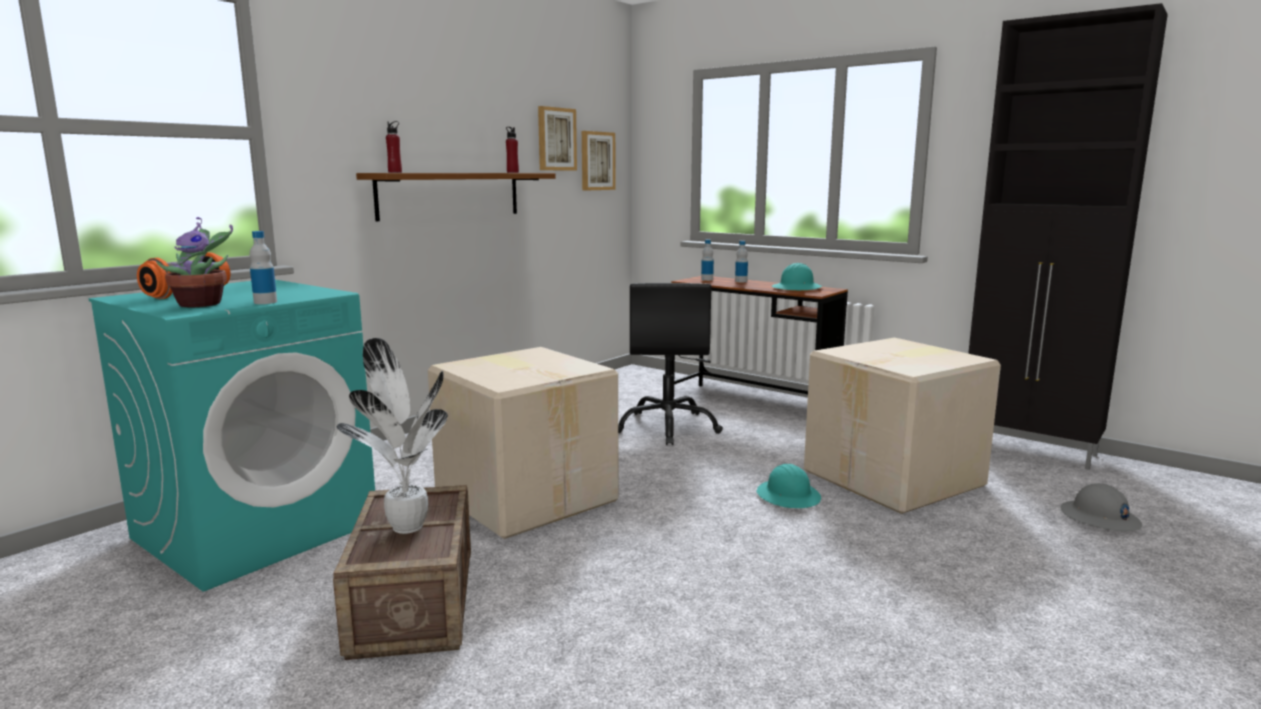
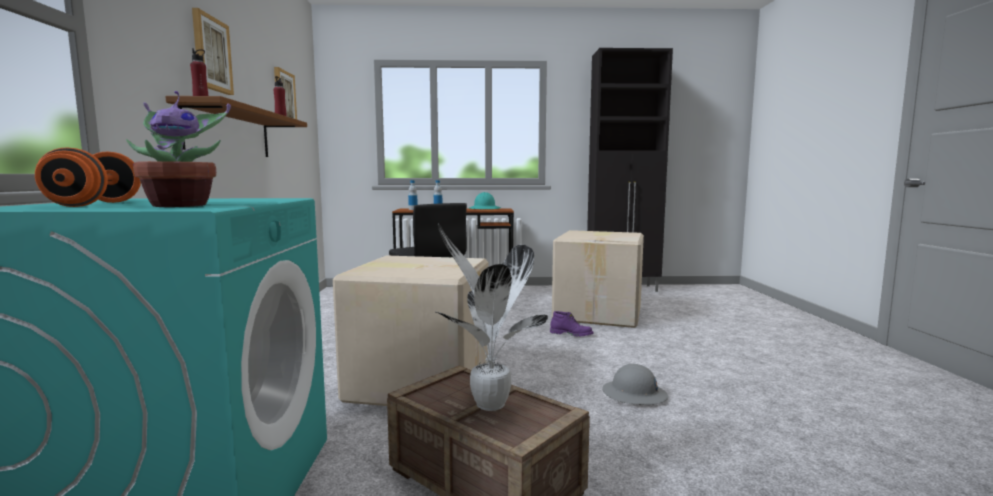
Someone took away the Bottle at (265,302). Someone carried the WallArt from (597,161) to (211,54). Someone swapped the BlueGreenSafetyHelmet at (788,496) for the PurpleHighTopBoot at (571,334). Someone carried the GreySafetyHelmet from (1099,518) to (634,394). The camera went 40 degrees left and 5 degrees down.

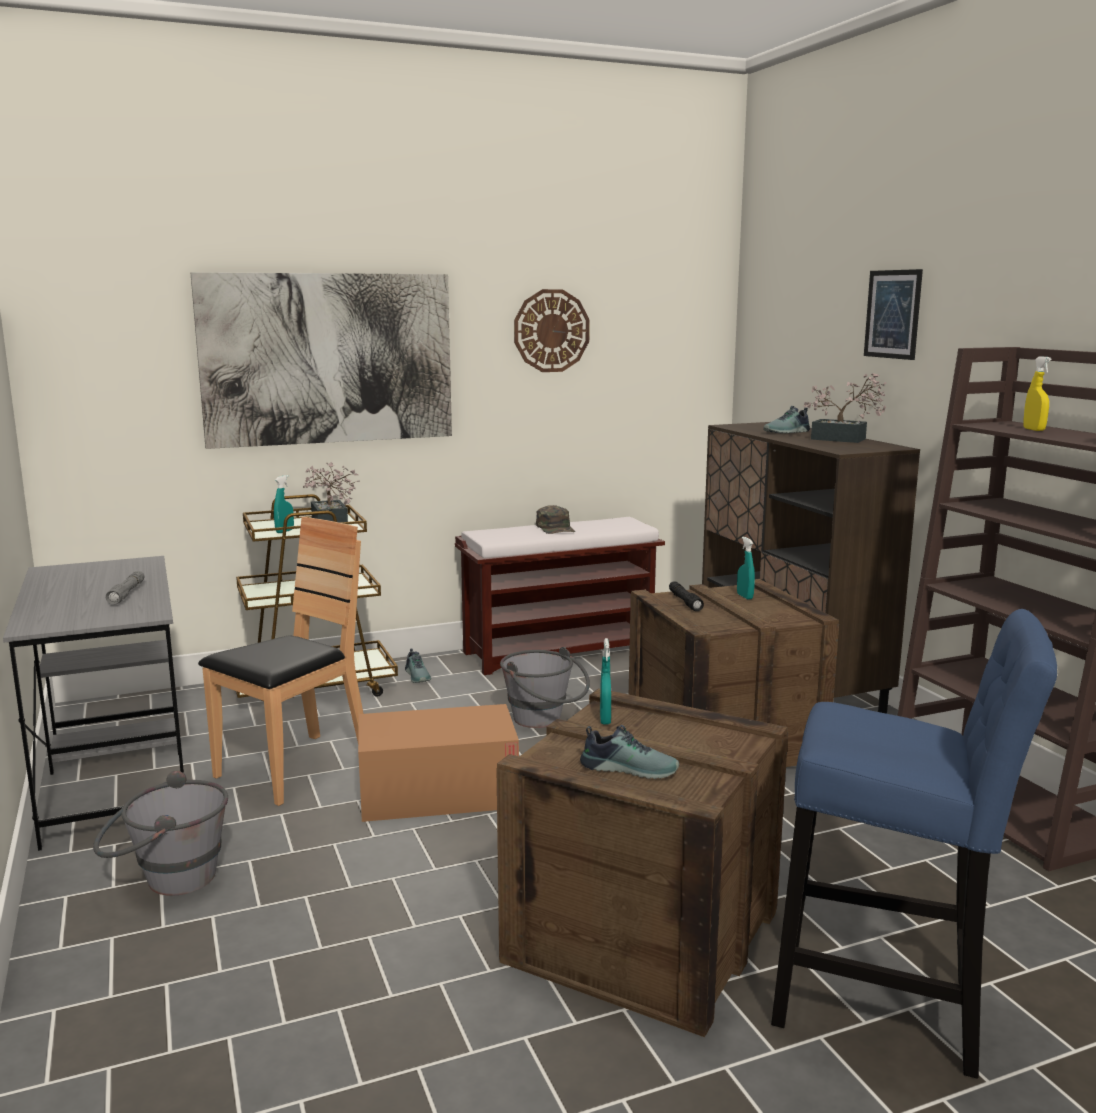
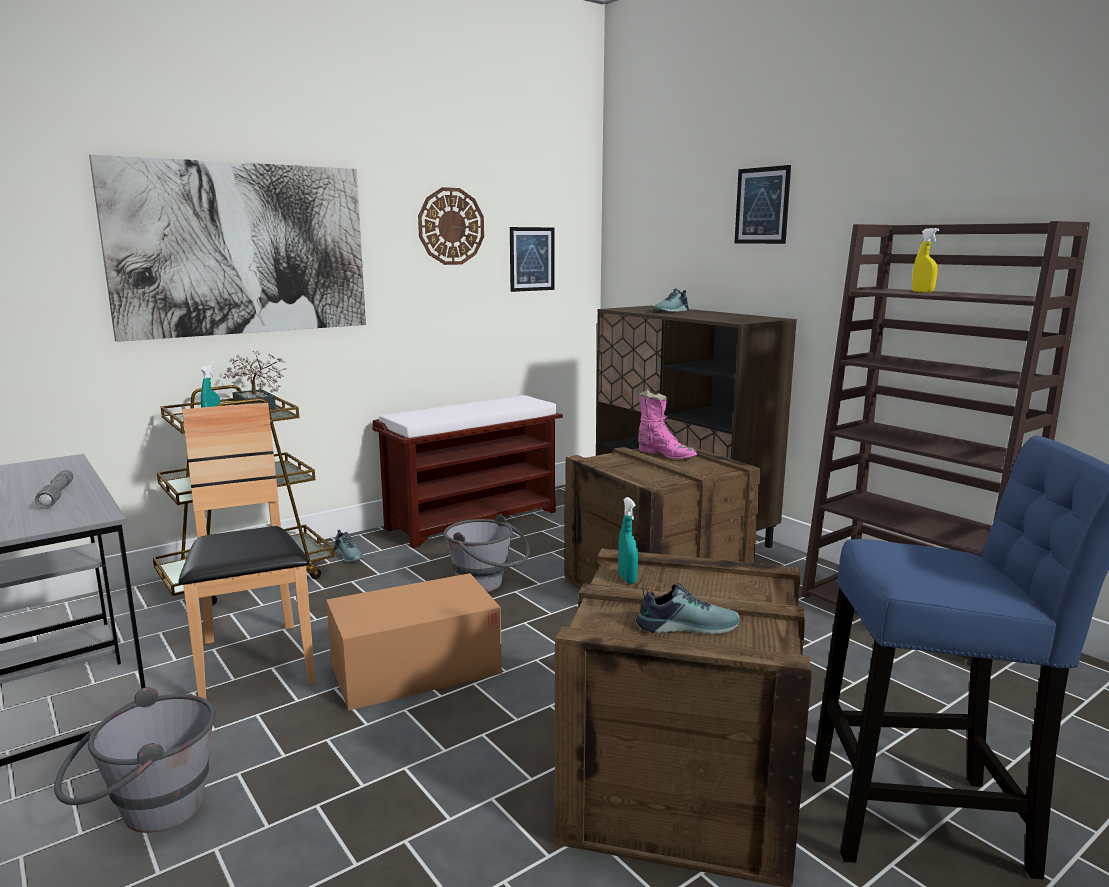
Someone rotated the BrownishUprightChair at (294,768) by 45 degrees counterclockwise. Someone took away the GreenColouredPeakedCap at (556,528). Someone took away the BlackishTorch at (684,601). Someone swapped the BlueGreenSprayer at (744,596) for the PinkHighTopBoot at (665,455). Someone took away the PottedPlant at (844,439). Someone put up the WallArt at (532,259). The camera went 15 degrees left and 0 degrees up.

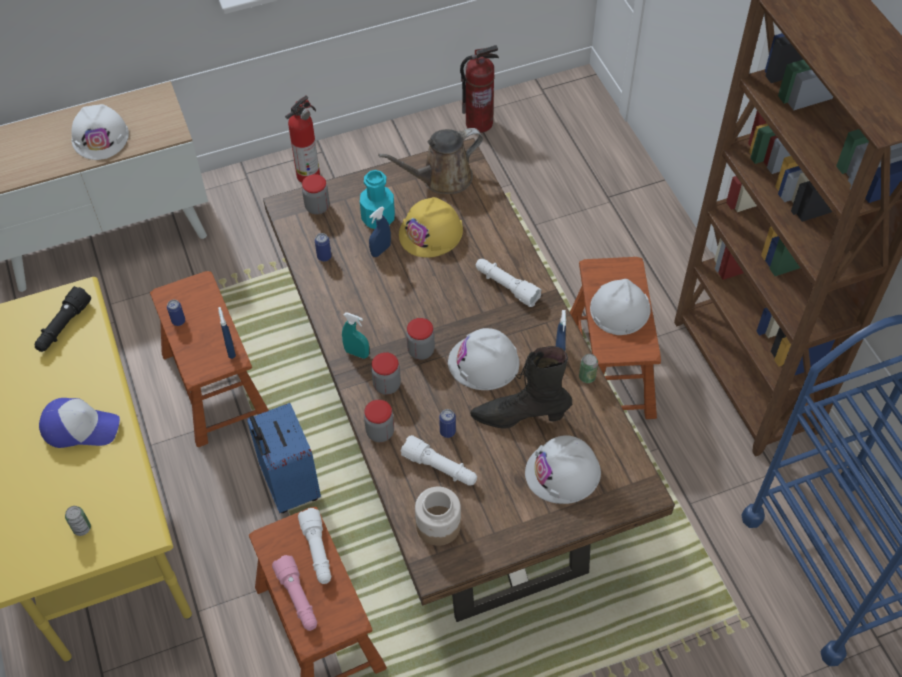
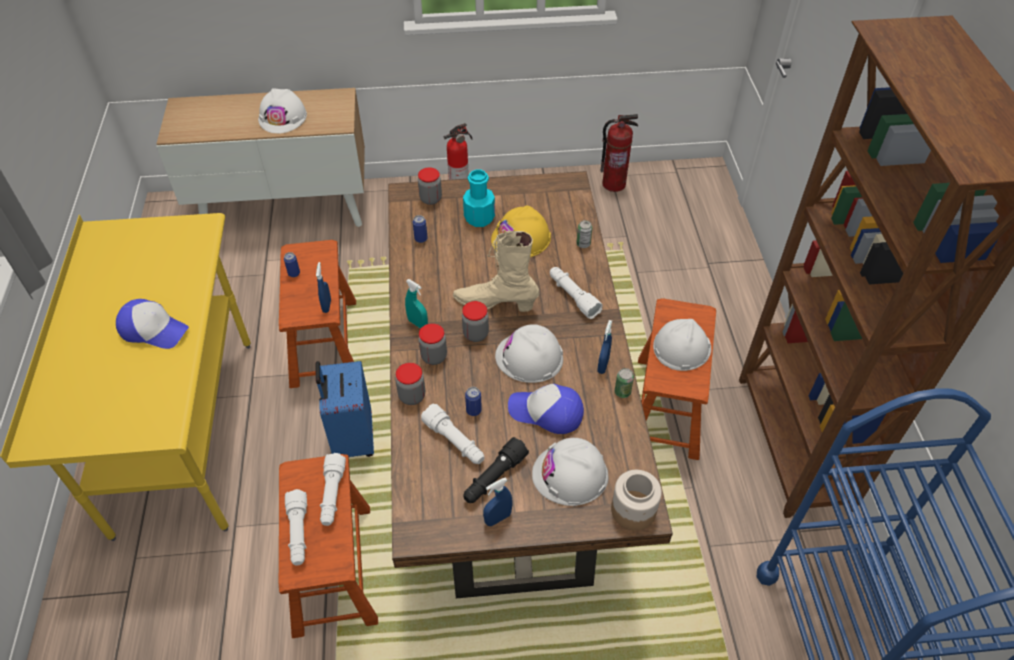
Someone carried the BlackishTorch from (63,326) to (494,478). Someone carried the SealedCan from (82,528) to (583,244). Someone repainted the PinkTorch at (298,598), which became the WhitishTorch at (298,533). Someone carried the BluishSprayer from (380,250) to (498,518). Someone took away the BrownishWateringPot at (442,179). Someone carried the PreserveJar from (438,526) to (632,510). Someone swapped the BlackishHighTopBoot at (520,416) for the PeakedCap at (546,412). Someone put down the SandColouredHighTopBoot at (495,304). The camera went 15 degrees right and 5 degrees down.

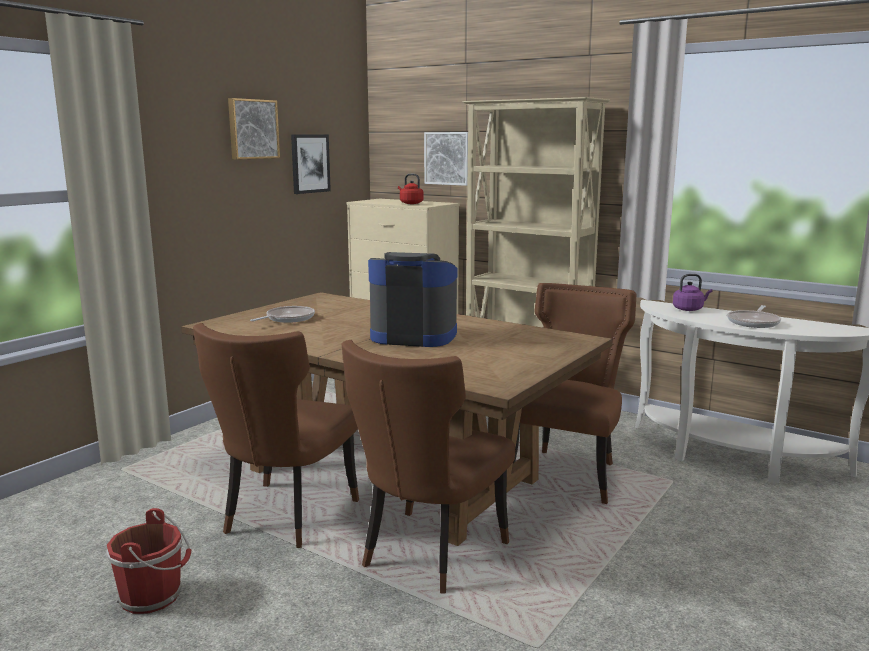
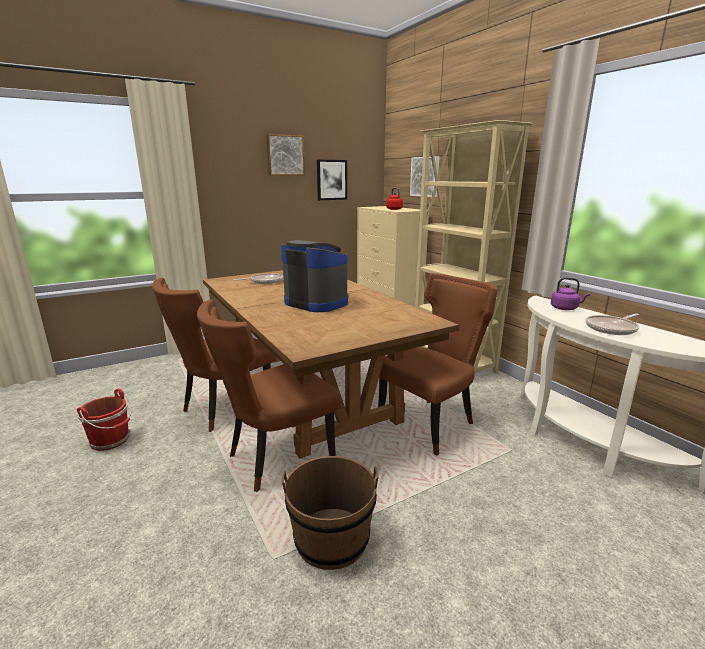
Someone put down the BrownishBucket at (331,539). The camera went 25 degrees right and 5 degrees up.

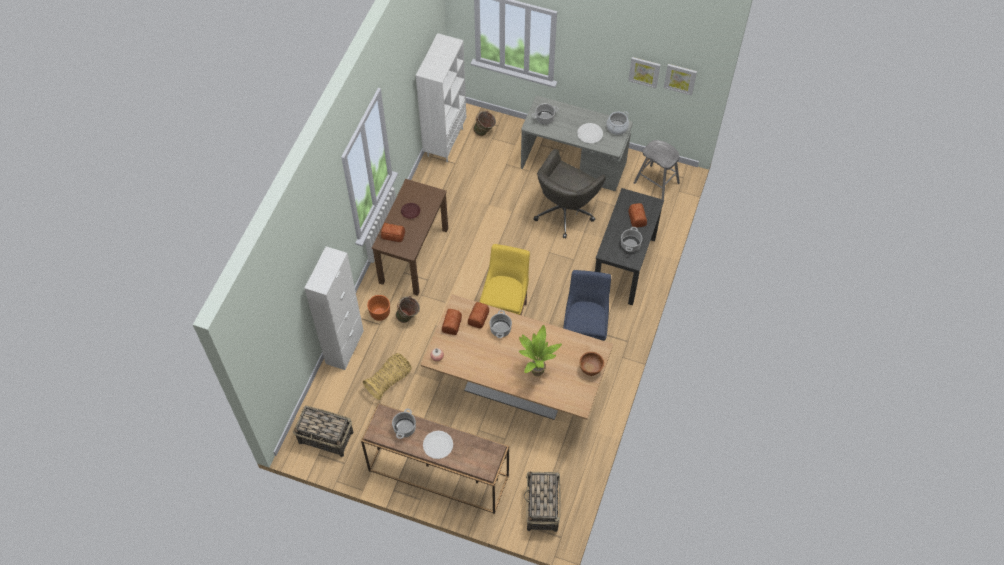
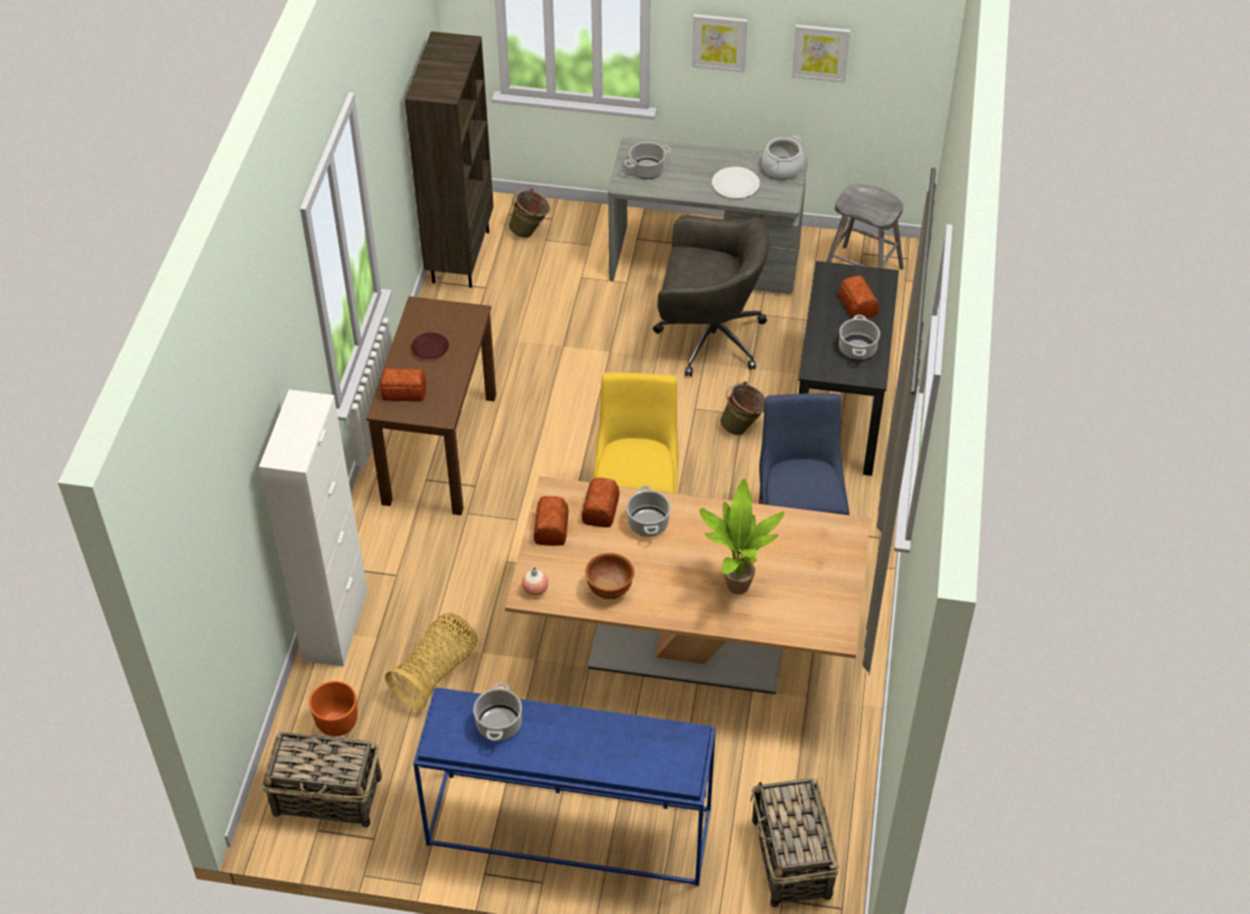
Someone repainted the BrownishNarrowTable at (437,474), which became the BluishNarrowTable at (567,829). Someone carried the OrangePlanter from (380,314) to (338,723). Someone carried the GreenColouredBucket from (408,317) to (743,427). Someone repainted the WhitishBookshelf at (445,142), which became the BrownishBookshelf at (460,256). Someone took away the WhitishFlatDish at (438,445). Someone rotated the GreyDeskChair at (565,211) by 105 degrees counterclockwise. Someone carried the BrownishDeepDish from (591,369) to (610,589). Someone carried the WallArt from (680,78) to (719,42). The camera went 10 degrees left and 10 degrees down.

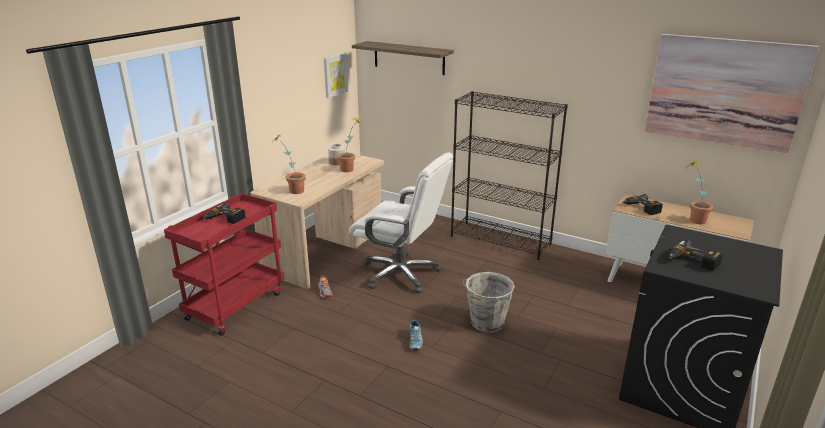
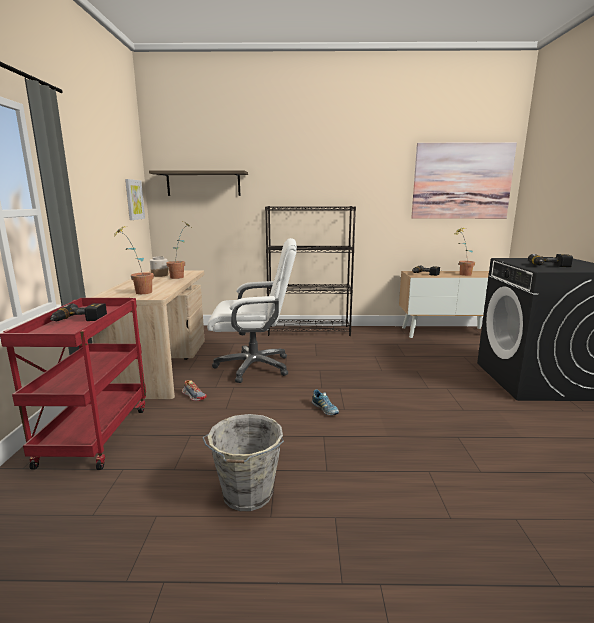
Someone carried the GreyBucket from (486,323) to (247,495). The camera went 30 degrees left and 10 degrees down.

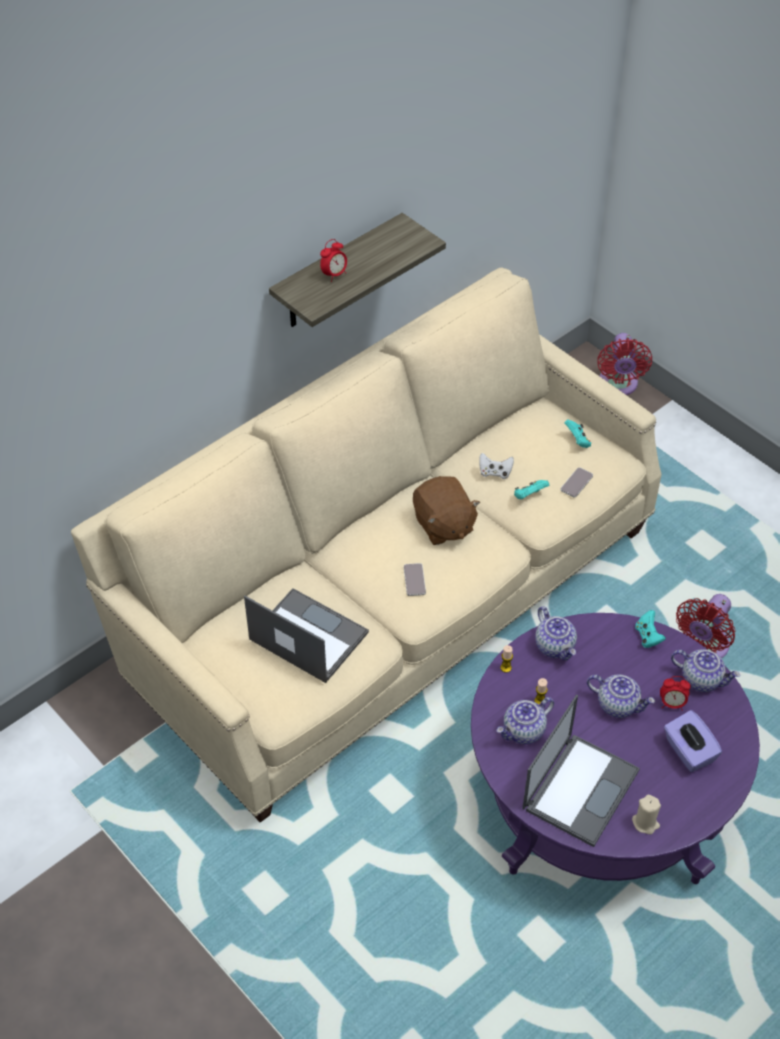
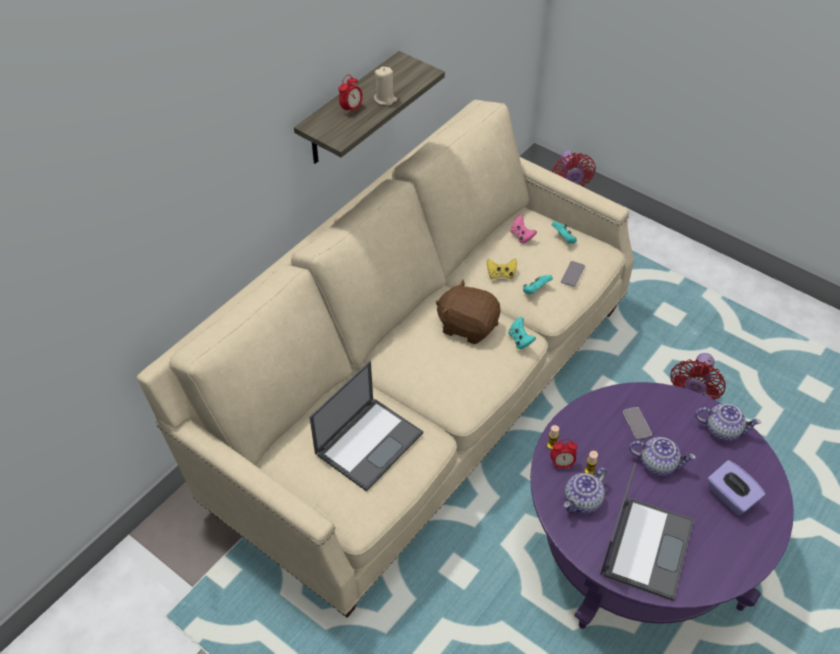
Someone rotated the PortableComputer at (307,636) by 105 degrees clockwise. Someone carried the Phone from (414,580) to (636,423). Someone rotated the BrownishSoftToy at (443,525) by 150 degrees clockwise. Someone repainted the WhitishGamepad at (495,473), which became the YellowGamepad at (501,274). Someone took away the TeaPot at (555,646). Someone carried the SandColouredWaxLight from (645,823) to (385,99). Someone carried the BlueGreenGamepad from (648,636) to (520,340). Someone carried the BedsideClock from (672,704) to (562,464). Someone put down the PinkGamepad at (521,236). The camera went 10 degrees left and 0 degrees up.

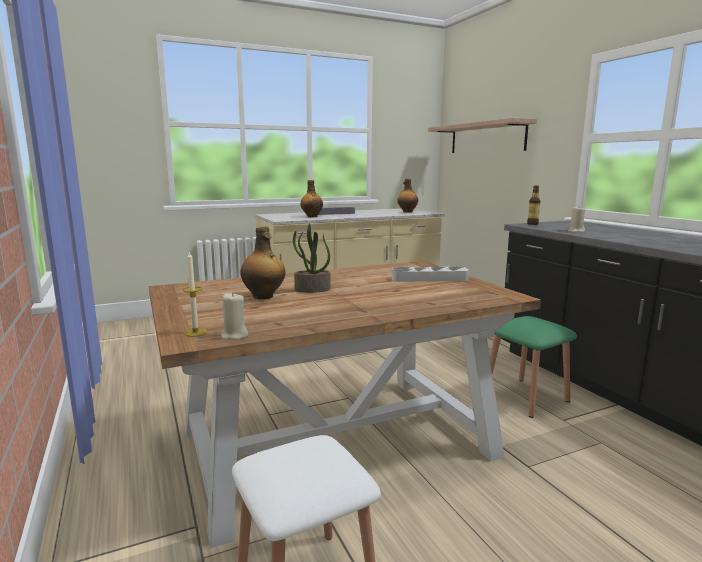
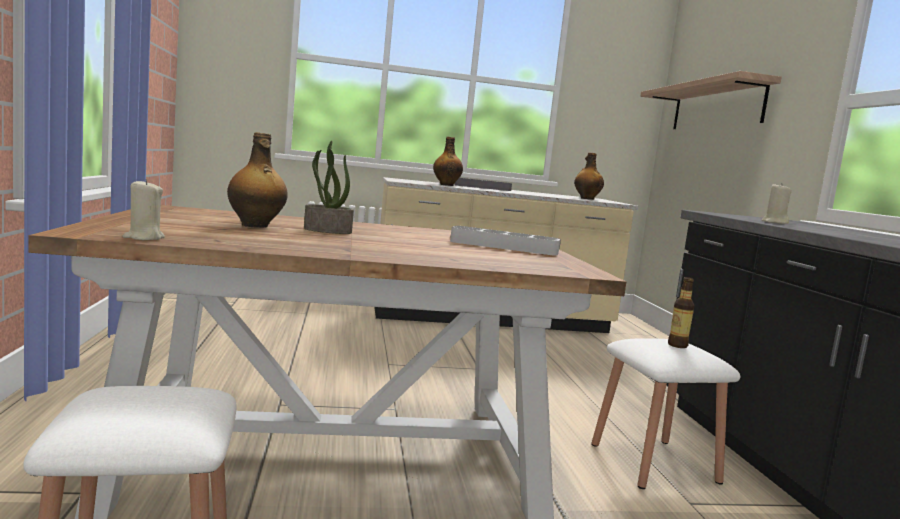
Someone took away the WaxLight at (195,332). Someone repainted the GreenColouredSittingStool at (525,397), which became the WhitishSittingStool at (654,463). Someone carried the Bottle from (532,224) to (677,345). The camera went 15 degrees right and 5 degrees down.

